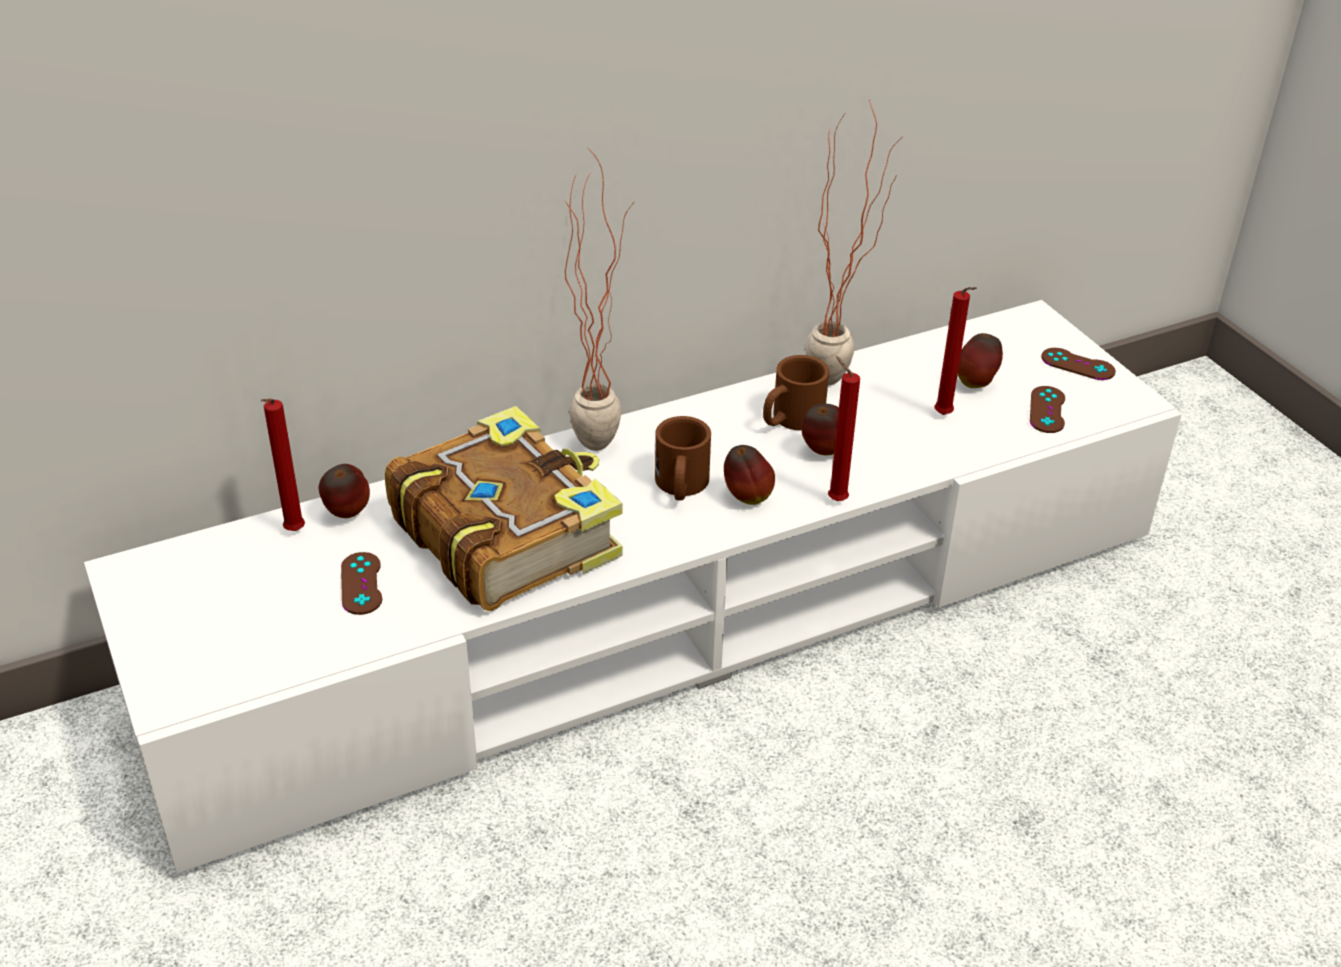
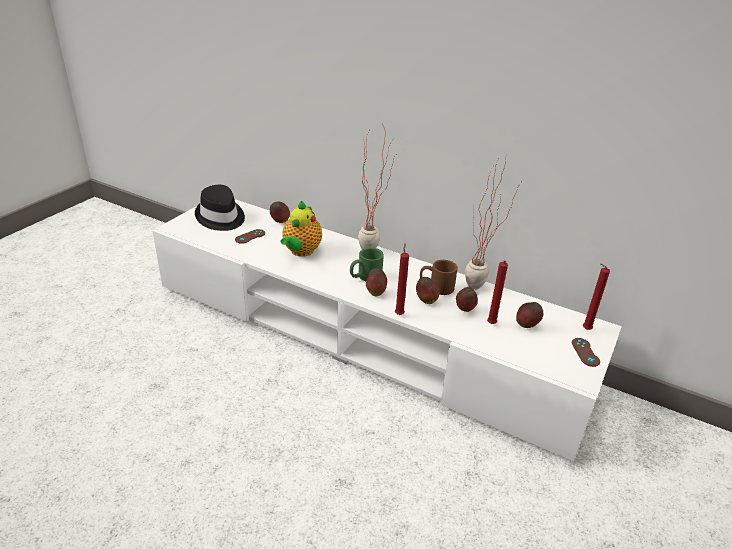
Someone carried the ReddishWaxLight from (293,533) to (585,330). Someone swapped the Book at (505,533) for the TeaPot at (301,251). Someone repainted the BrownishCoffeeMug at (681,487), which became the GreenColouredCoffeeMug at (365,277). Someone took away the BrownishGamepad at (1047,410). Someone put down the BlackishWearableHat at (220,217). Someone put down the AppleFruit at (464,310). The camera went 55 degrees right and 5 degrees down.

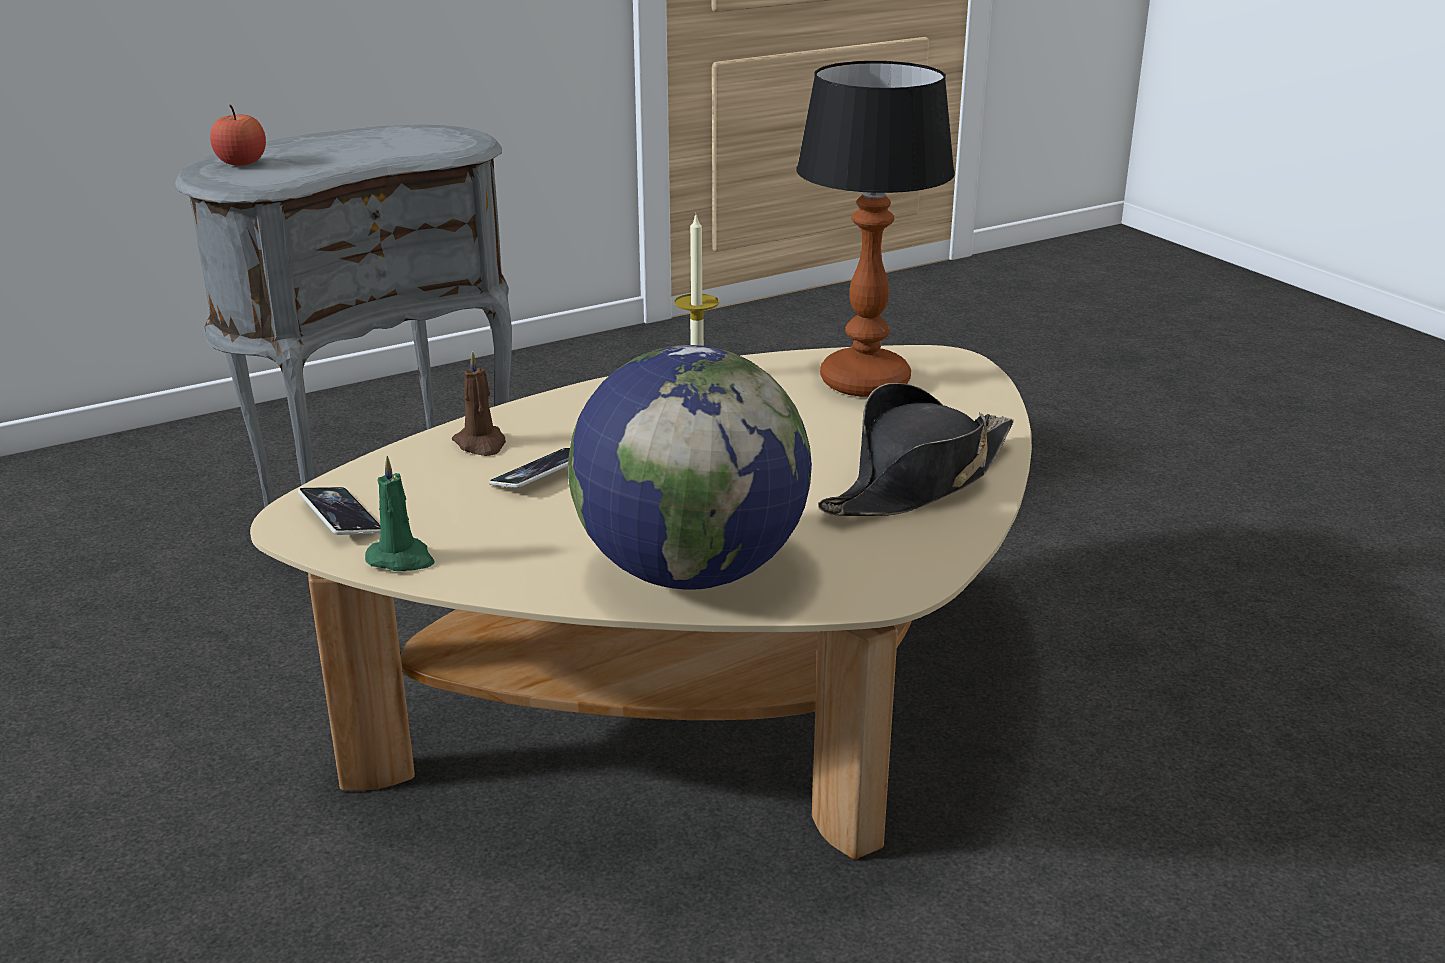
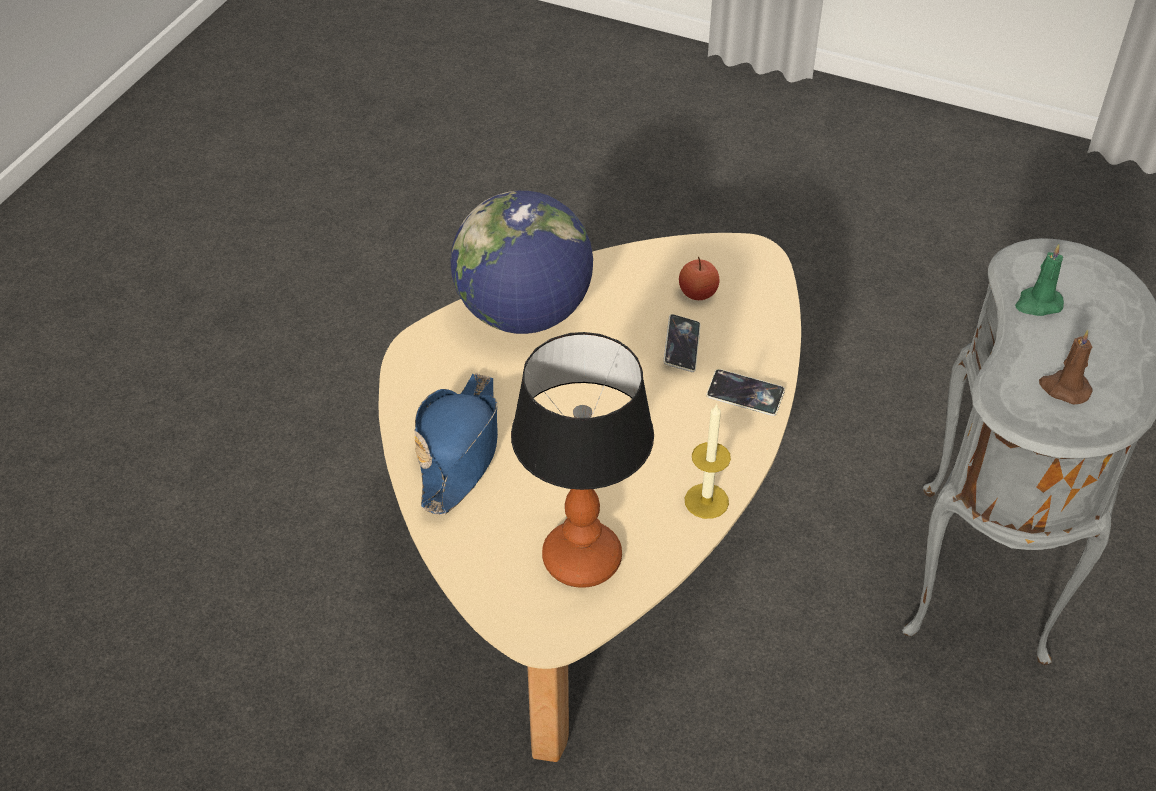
Someone carried the AppleFruit from (241,163) to (698,293). Someone carried the Phone from (341,517) to (745,396). Someone carried the GreenColouredWaxLight from (401,559) to (1038,304). Someone carried the BrownishWaxLight from (481,444) to (1064,388). Someone repainted the BlackishWearableHat at (918,482), which became the BluishWearableHat at (459,450). The camera went 145 degrees right and 20 degrees up.

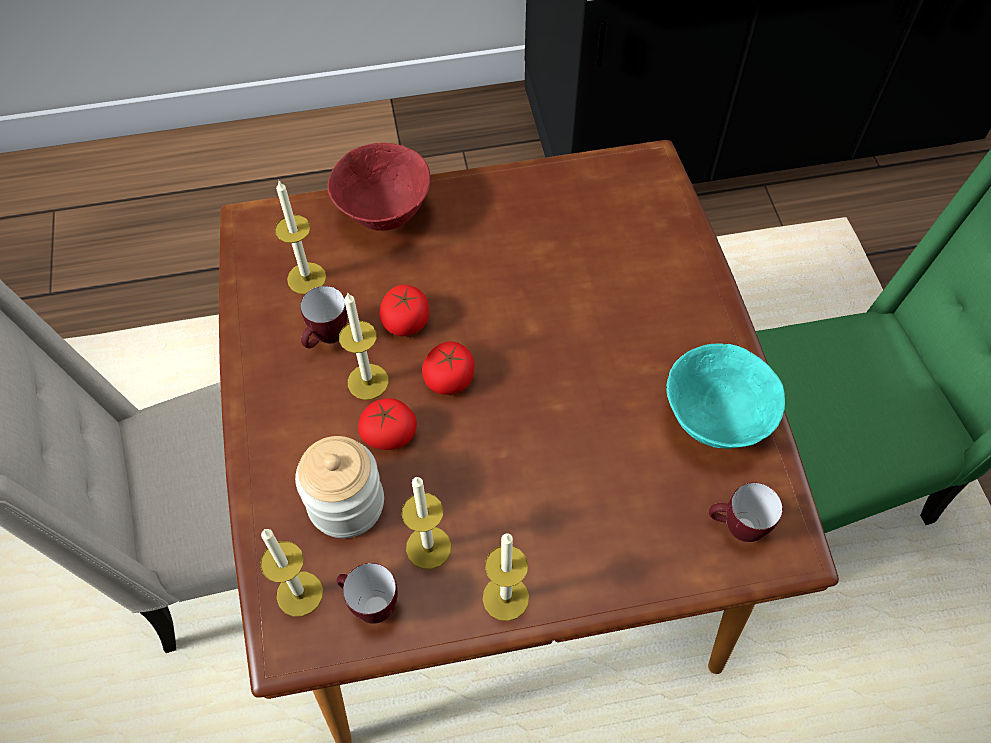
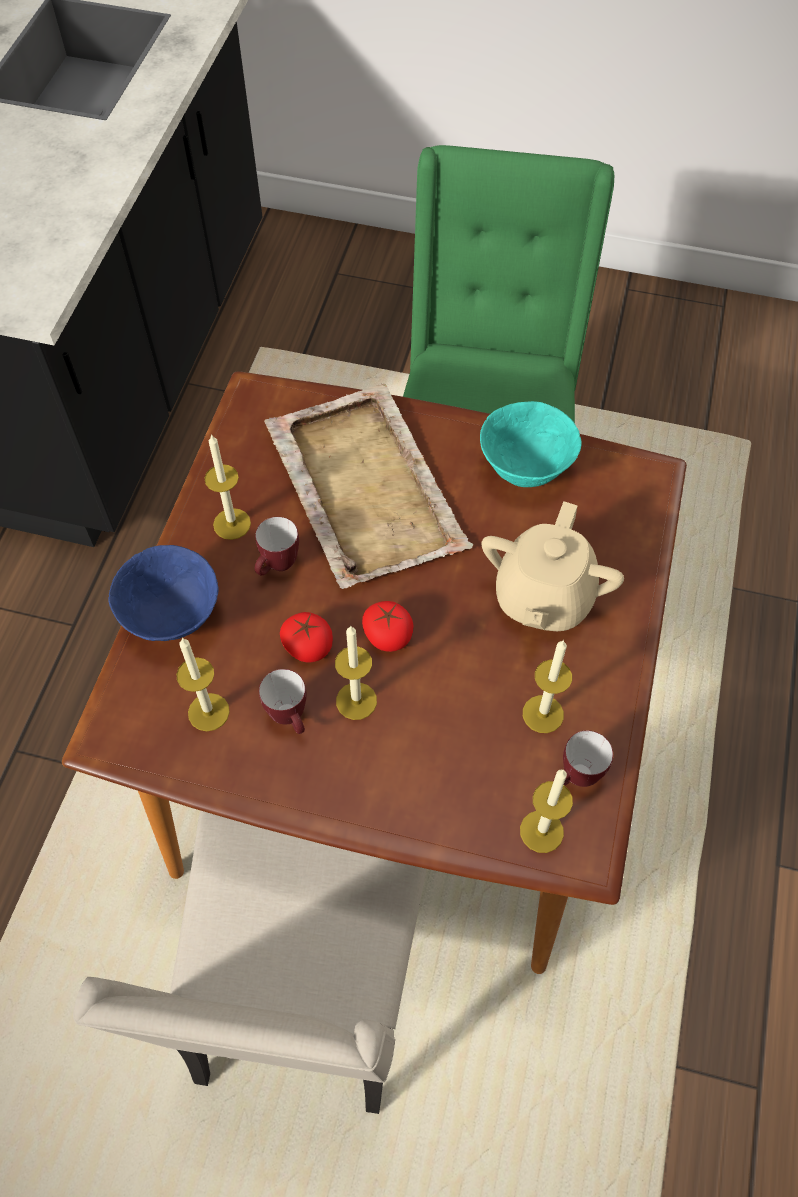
Someone took away the PreserveJar at (346,503). Someone repainted the ReddishDeepDish at (383,213), which became the BluishDeepDish at (173,618). Someone took away the WholeTomato at (389,433). Someone carried the WaxLight from (505,598) to (232,524). Someone carried the CoffeeMug from (735,528) to (278,567). Someone put down the SandColouredServingTray at (364,486). Someone put down the SandColouredTeaPot at (543,598). The camera went 65 degrees left and 0 degrees up.

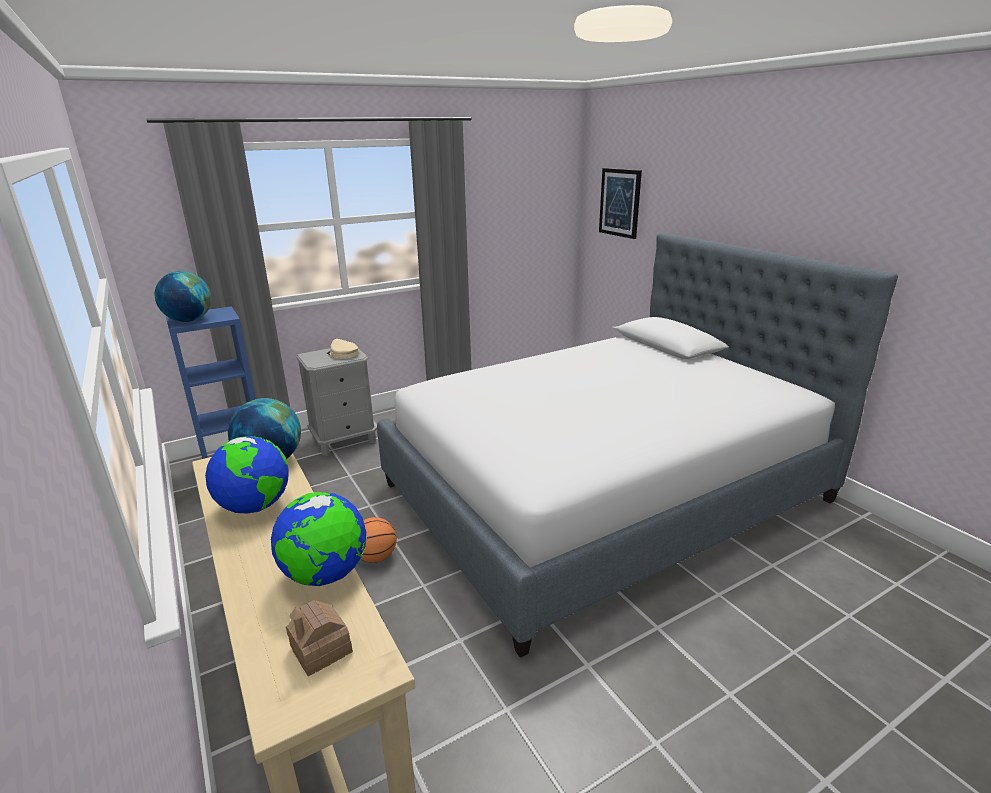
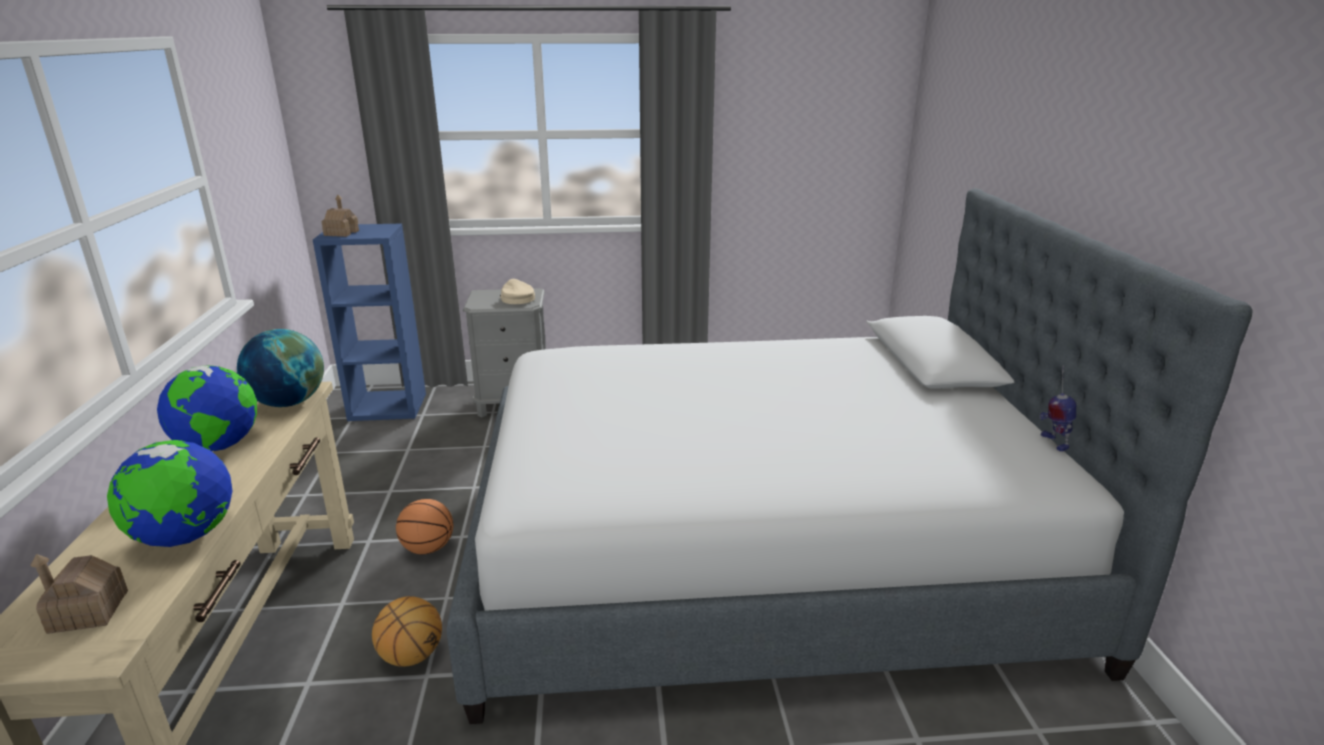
Someone swapped the DeskGlobe at (189,320) for the MiniatureHouse at (341,233). Someone took away the WallArt at (620,202). Someone put down the BallForBasketball at (411,656). Someone put down the ModelRobot at (1053,442). The camera went 25 degrees right and 0 degrees up.

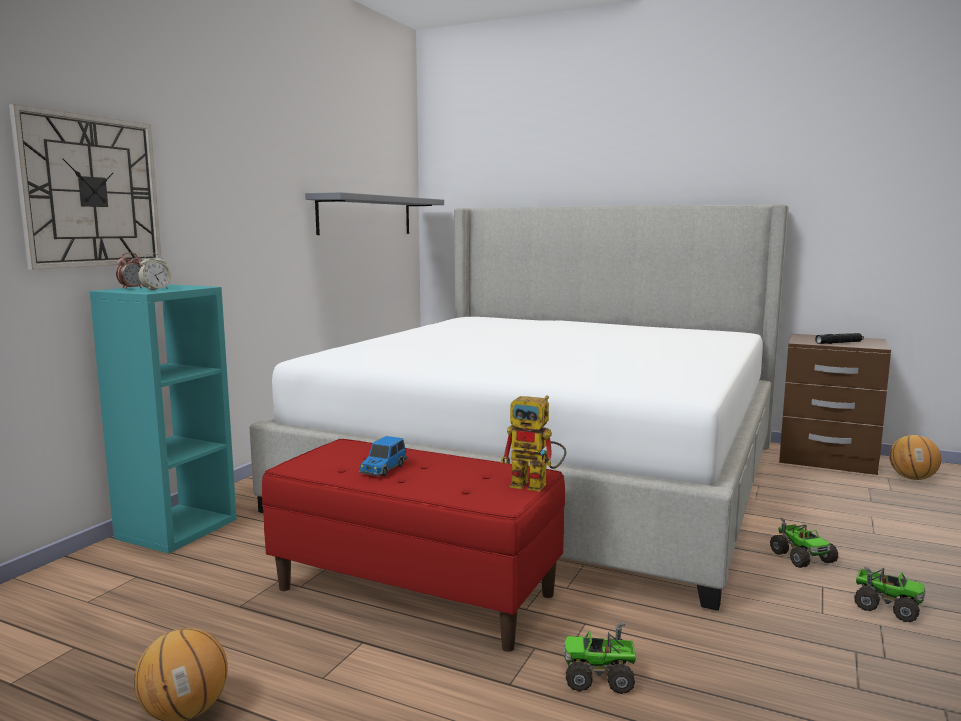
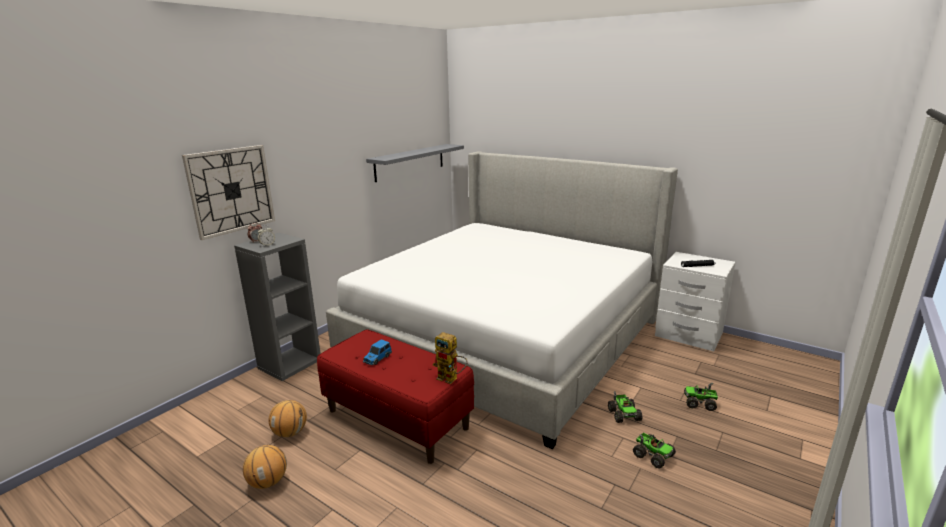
Someone repainted the BlueGreenBookshelf at (177,528), which became the GreyBookshelf at (290,363). Someone carried the ToyLorry from (599,675) to (699,403). Someone repainted the BrownishBedsideTable at (827,459), which became the WhitishBedsideTable at (688,335). Someone carried the BallForBasketball from (912,478) to (290,433). The camera went 10 degrees right and 10 degrees up.

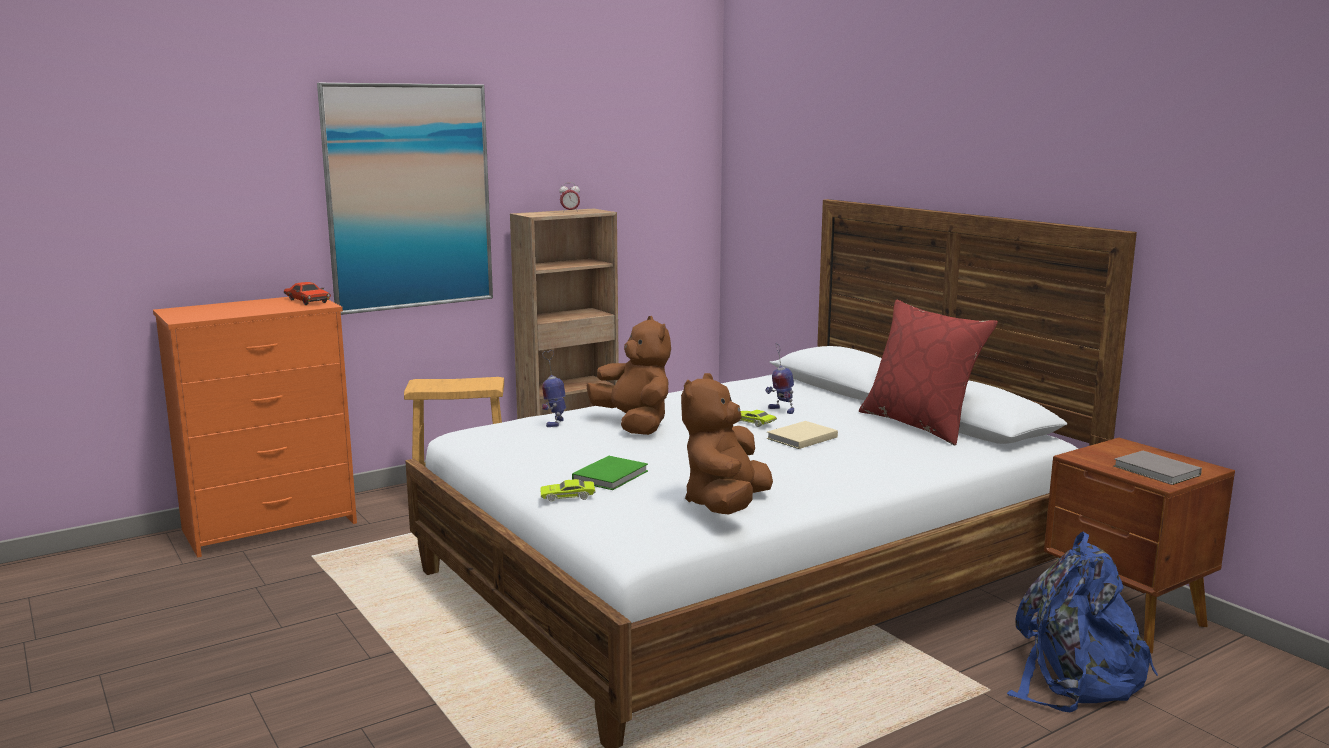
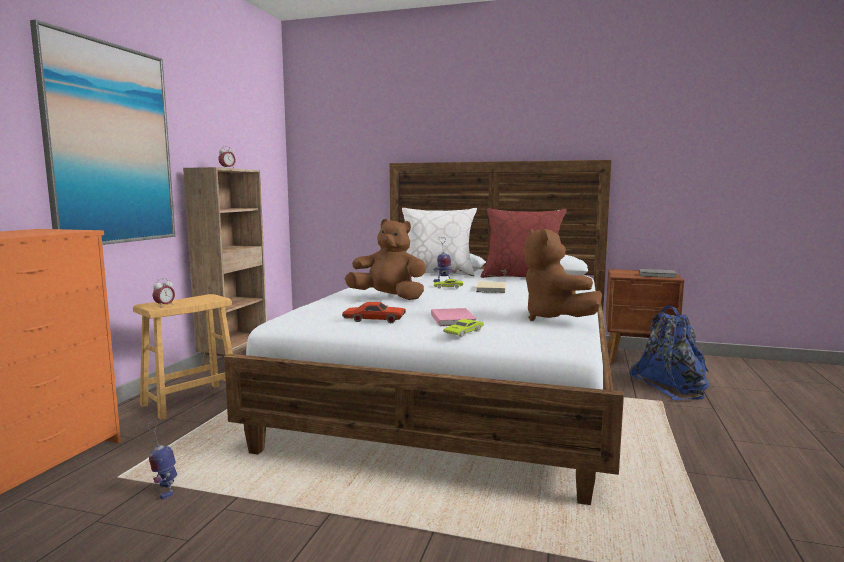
Someone carried the ReddishMiniatureCar from (307,301) to (374,320). Someone carried the ModelRobot from (555,422) to (165,490). Someone repainted the GreenColouredBook at (612,475), which became the PinkBook at (453,319). Someone put down the BedsideClock at (164,306). Someone put down the WhitishThrowPillow at (437,273). The camera went 40 degrees left and 5 degrees down.

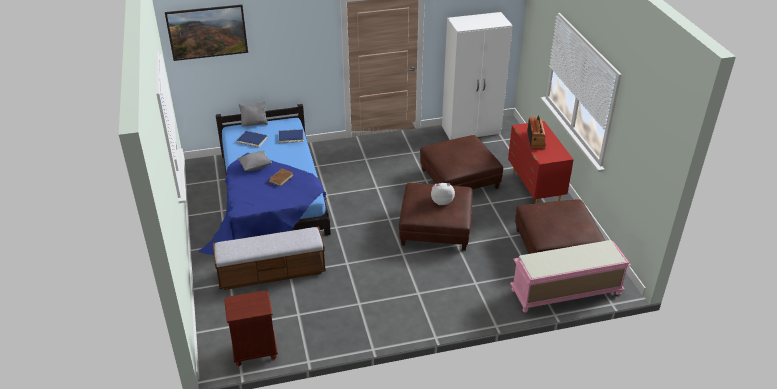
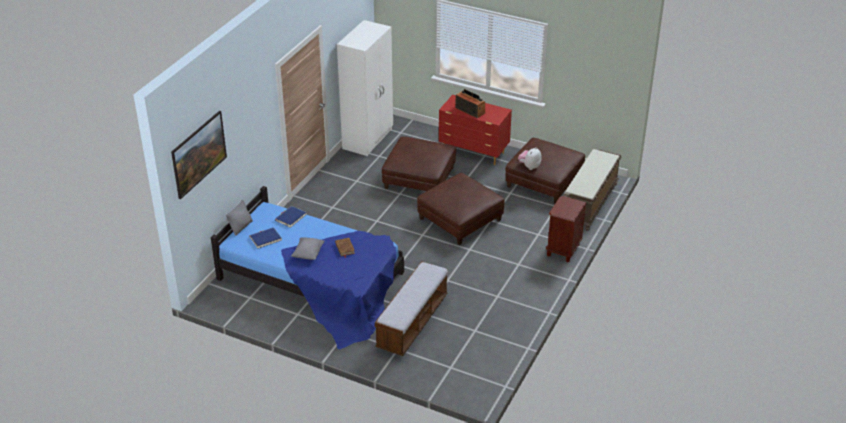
Someone carried the BrownishBedsideTable from (255,352) to (563,250). Someone carried the SoftToy from (441,201) to (529,166). Someone repainted the PinkIndoorBench at (565,292), which became the BrownishIndoorBench at (590,203). The camera went 50 degrees left and 0 degrees up.

